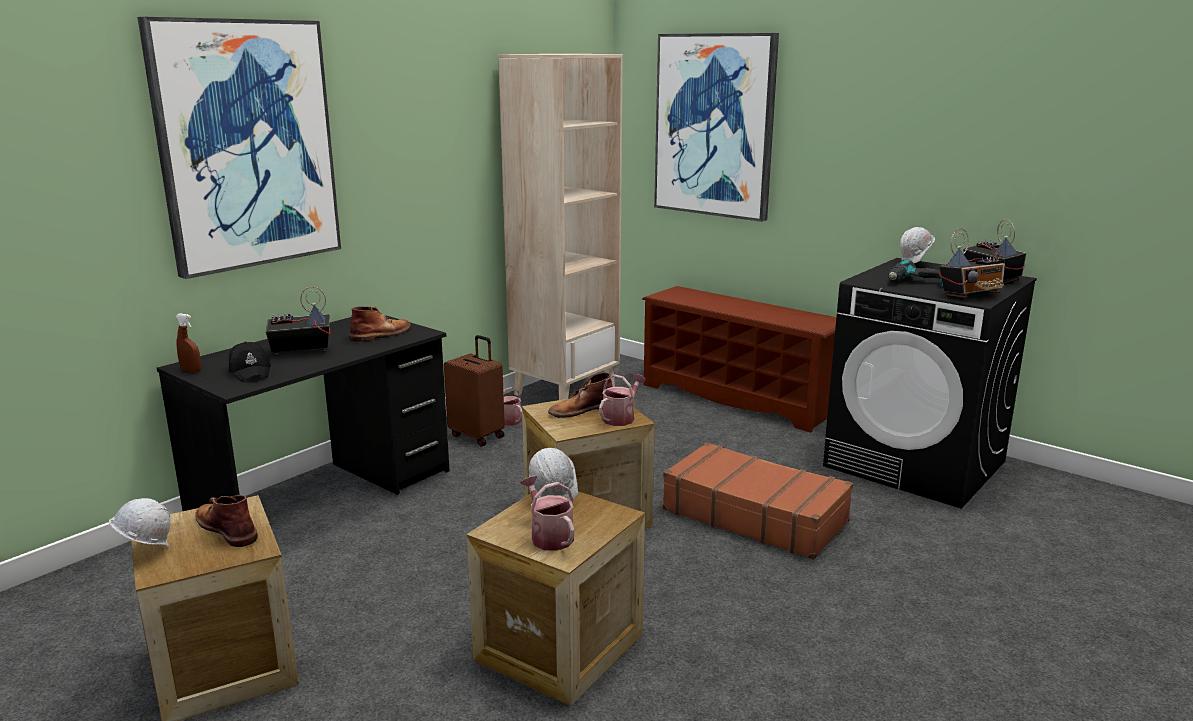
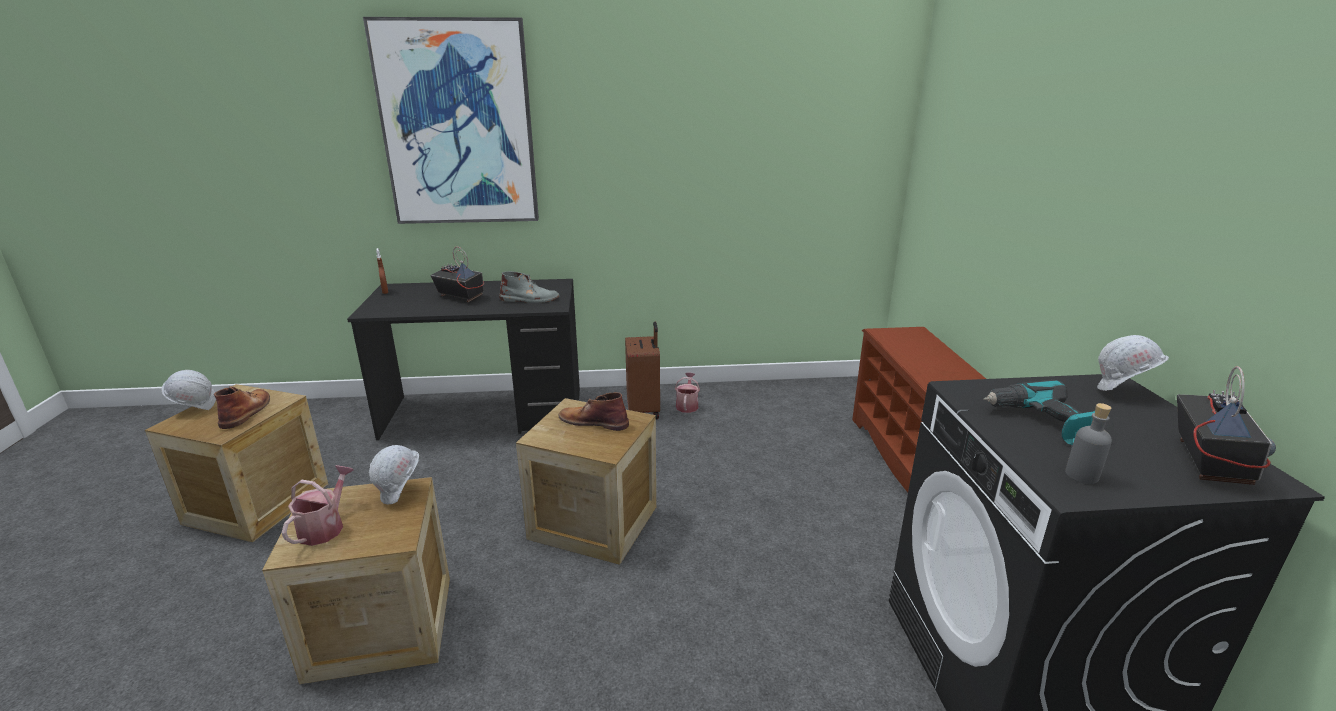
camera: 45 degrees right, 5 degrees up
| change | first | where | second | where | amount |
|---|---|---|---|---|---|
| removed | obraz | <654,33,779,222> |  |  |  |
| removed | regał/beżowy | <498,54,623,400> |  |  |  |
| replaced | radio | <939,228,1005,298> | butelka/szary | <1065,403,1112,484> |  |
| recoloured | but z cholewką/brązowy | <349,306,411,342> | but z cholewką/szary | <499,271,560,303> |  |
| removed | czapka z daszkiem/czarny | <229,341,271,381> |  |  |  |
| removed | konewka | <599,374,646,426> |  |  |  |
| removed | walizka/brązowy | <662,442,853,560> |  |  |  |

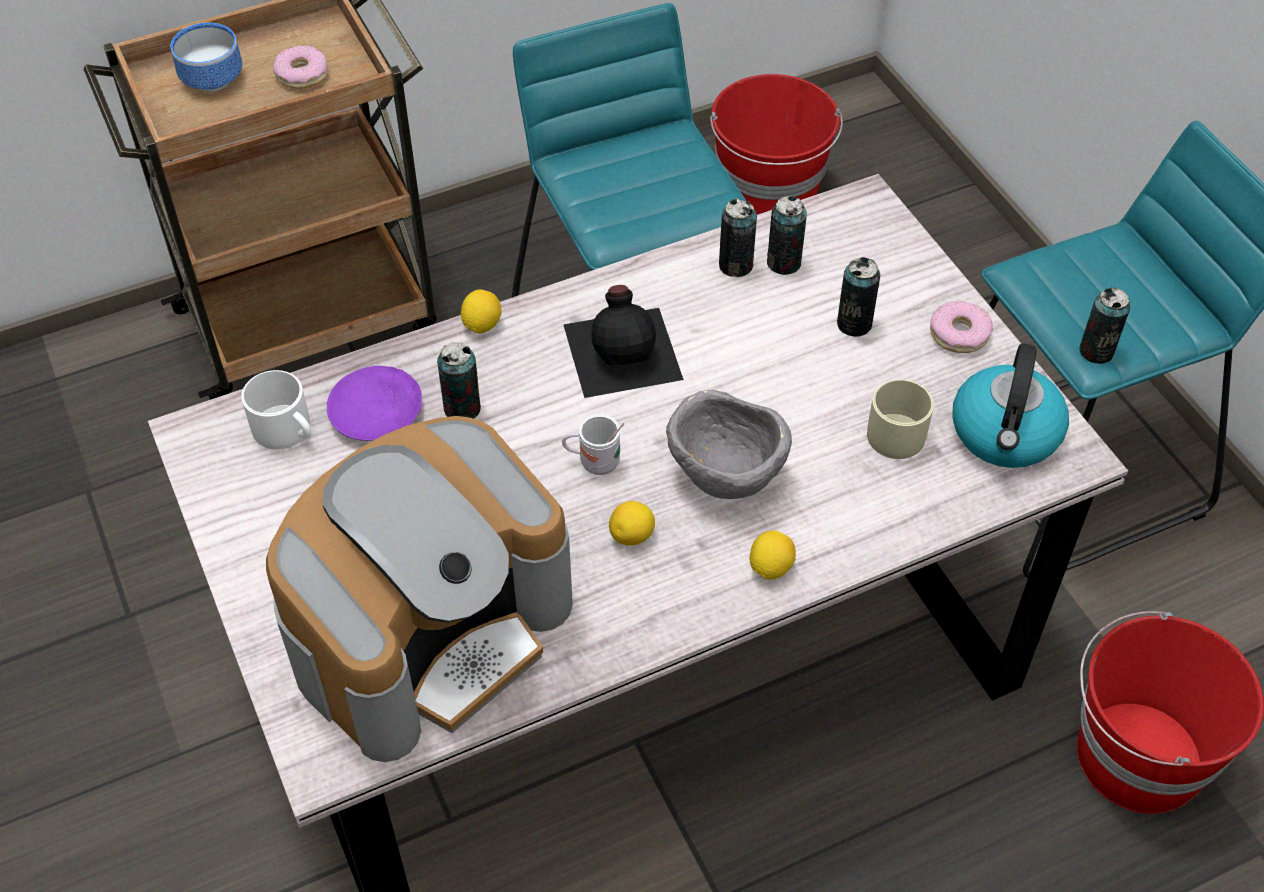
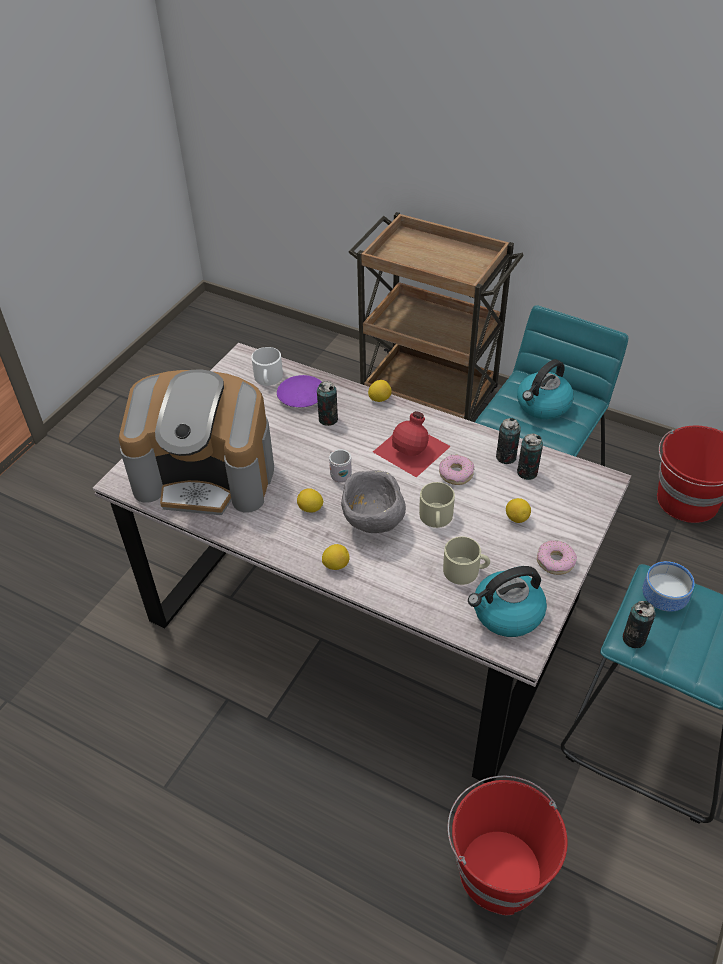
camera: 55 degrees right, 5 degrees down
| change | first | where | second | where | amount |
|---|---|---|---|---|---|
| moved | miska | <171,23,242,92> |  | <642,561,694,612> |  |
| moved | donut | <273,45,328,89> |  | <439,455,474,485> |  |
| replaced | puszka | <837,257,881,337> | cytryna | <506,498,531,523> |  |
| recoloured | butelka/czarny | <563,285,684,398> | butelka/czerwony | <373,411,451,478> |  |
| added |  |  | czajnik | <517,359,574,419> |  |
| added |  |  | kubek/beżowy | <419,482,455,528> |  |

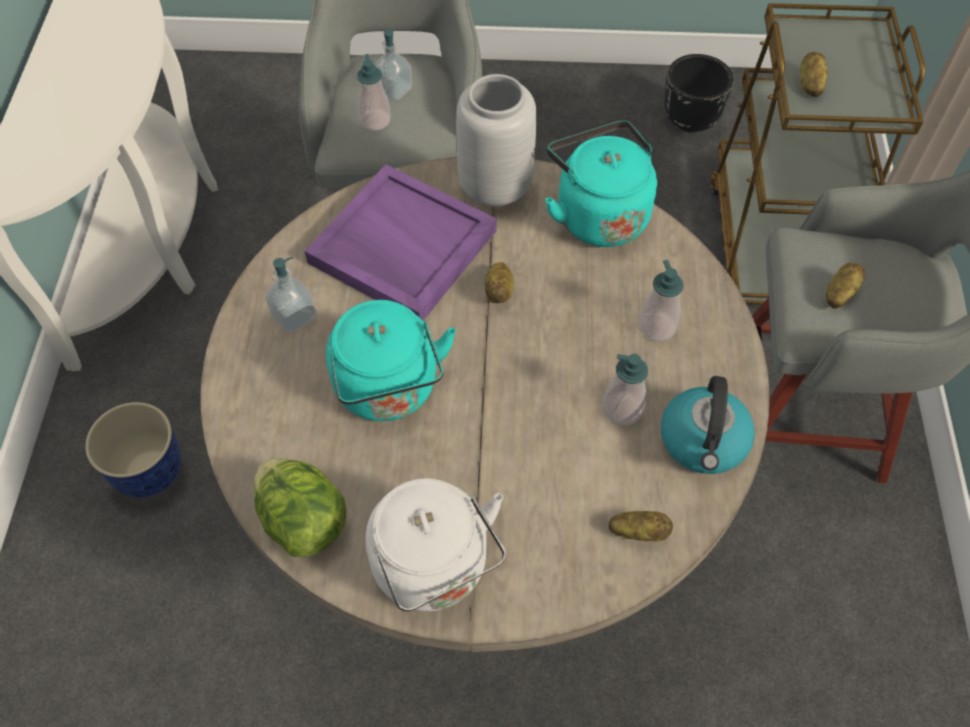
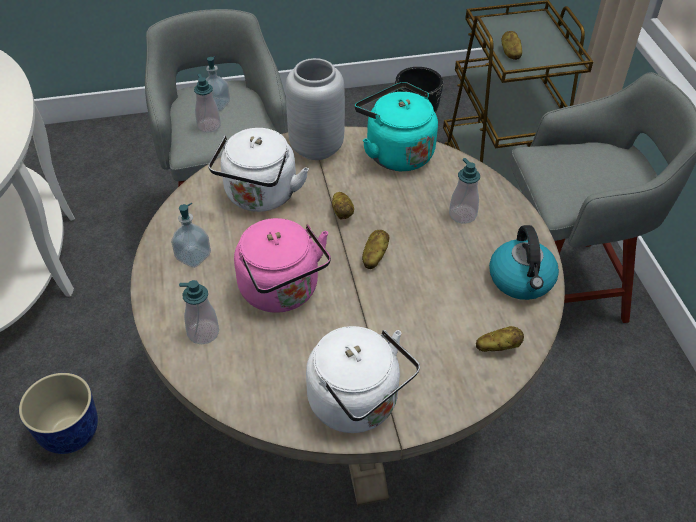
camera: 15 degrees left, 10 degrees down
| change | first | where | second | where | amount |
|---|---|---|---|---|---|
| replaced | taca/fioletowy | <305,164,497,321> | czajnik/biały | <208,128,309,212> |  |
| moved | ziemniak | <826,262,866,308> |  | <362,230,389,269> |  |
| recoloured | czajnik/turkusowy | <326,300,456,421> | czajnik/różowy | <234,218,331,313> |  |
| moved | dozownik mydła | <603,354,648,425> |  | <179,280,219,344> |  |
| removed | sałata | <254,457,346,557> |  |  |  |

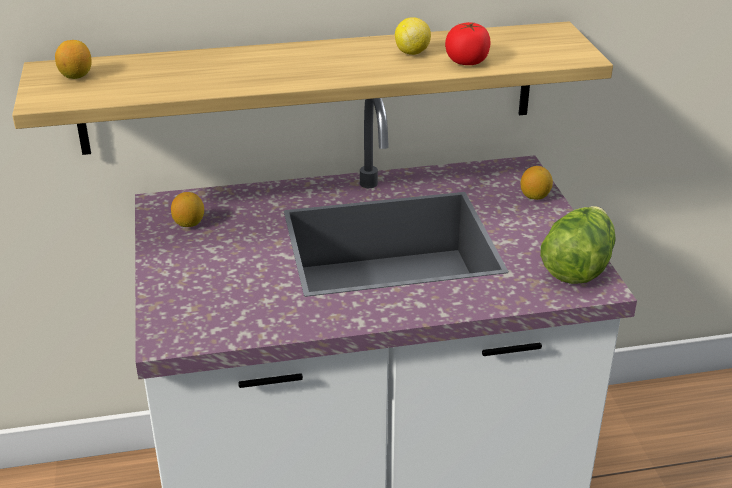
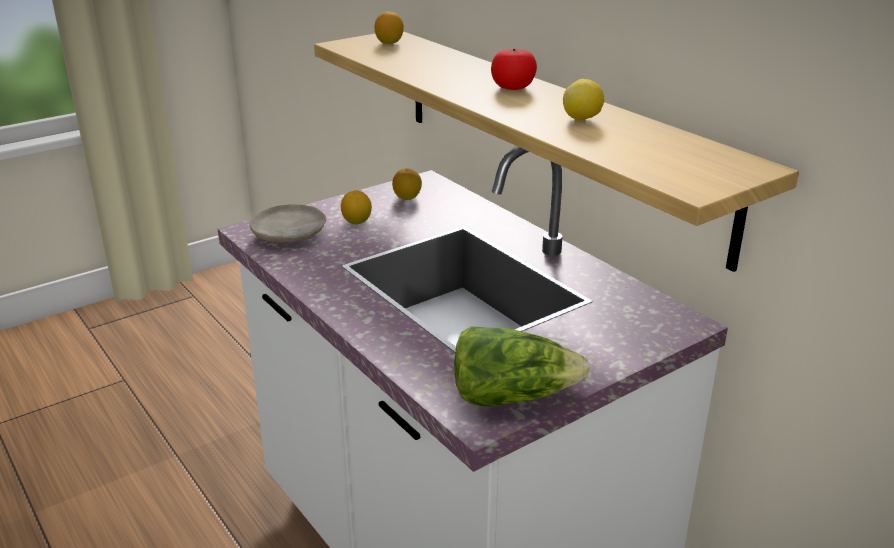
camera: 65 degrees right, 5 degrees down
| change | first | where | second | where | amount |
|---|---|---|---|---|---|
| moved | pomidor | <445,22,491,65> |  | <491,48,537,90> |  |
| moved | cytryna | <521,166,553,200> |  | <341,190,372,224> |  |
| added |  |  | talerz/beżowy | <250,204,326,243> |  |

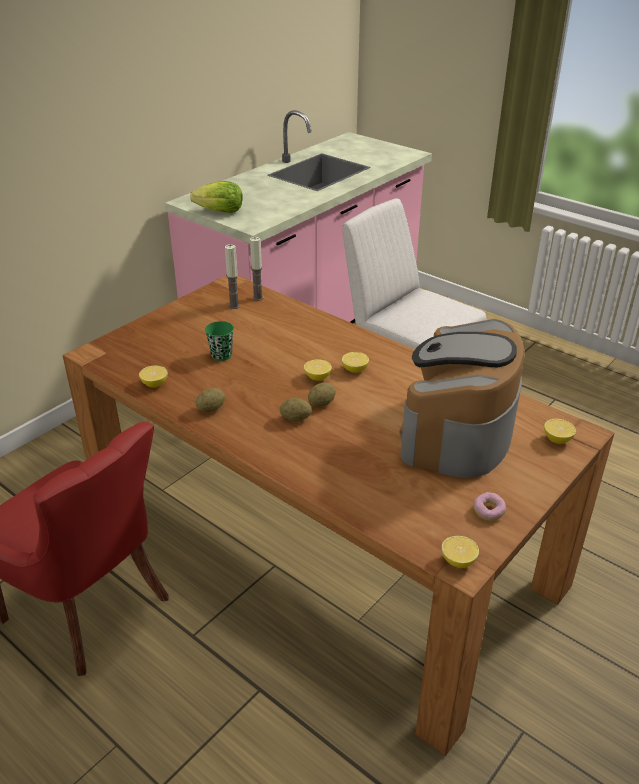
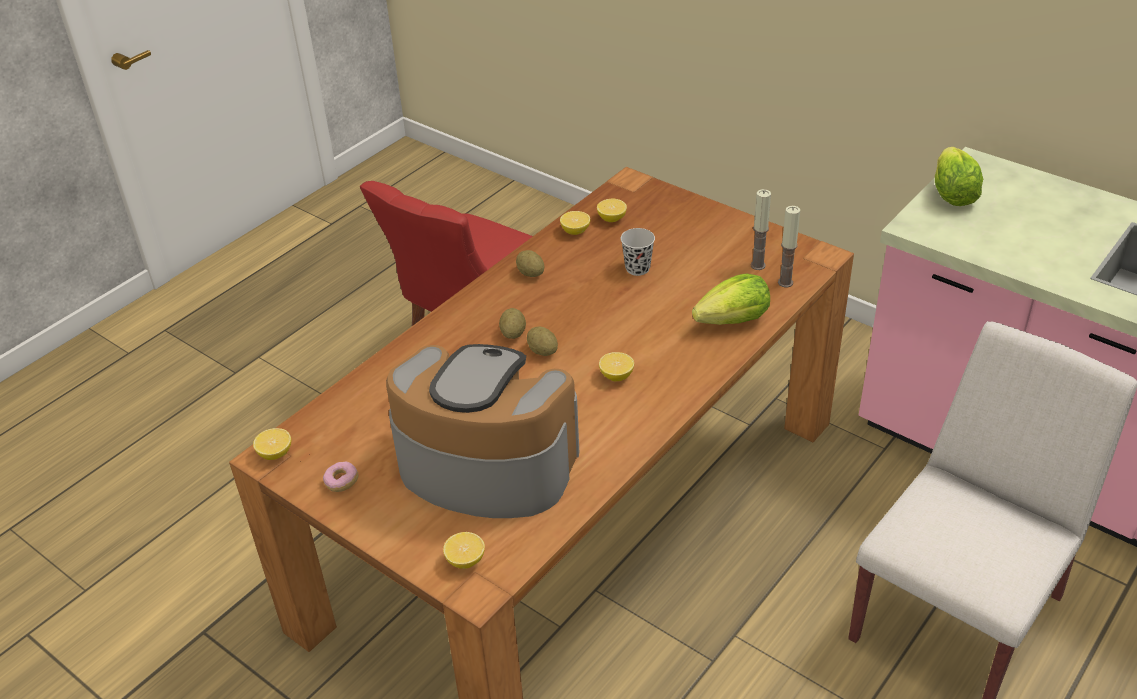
camera: 90 degrees right, 5 degrees up
| change | first | where | second | where | amount |
|---|---|---|---|---|---|
| recoloured | filiżanka/zielony | <205,321,234,361> | filiżanka/czarny | <621,228,655,276> |  |
| moved | cytryna | <304,359,332,381> |  | <597,199,627,222> |  |
| added |  |  | sałata | <692,274,770,325> |  |

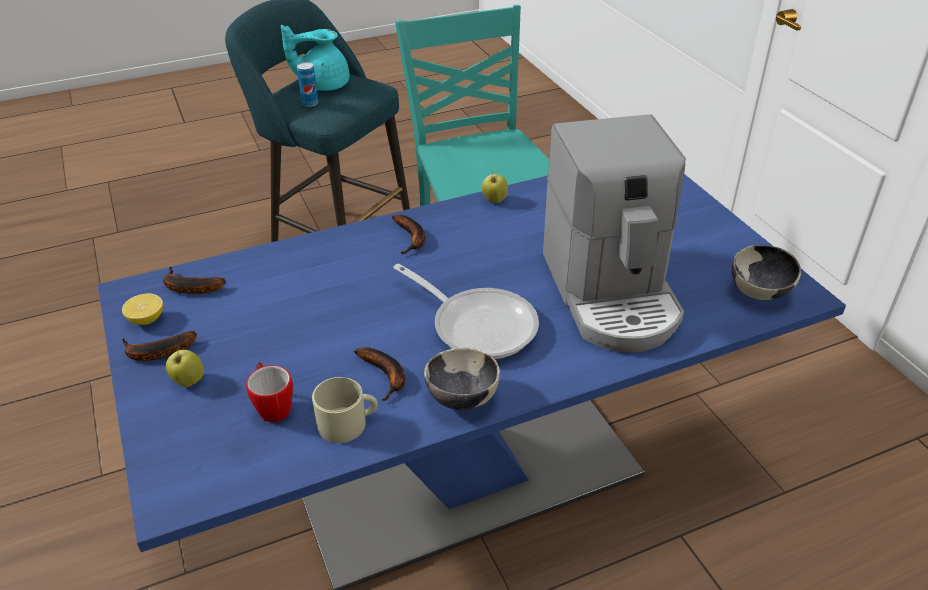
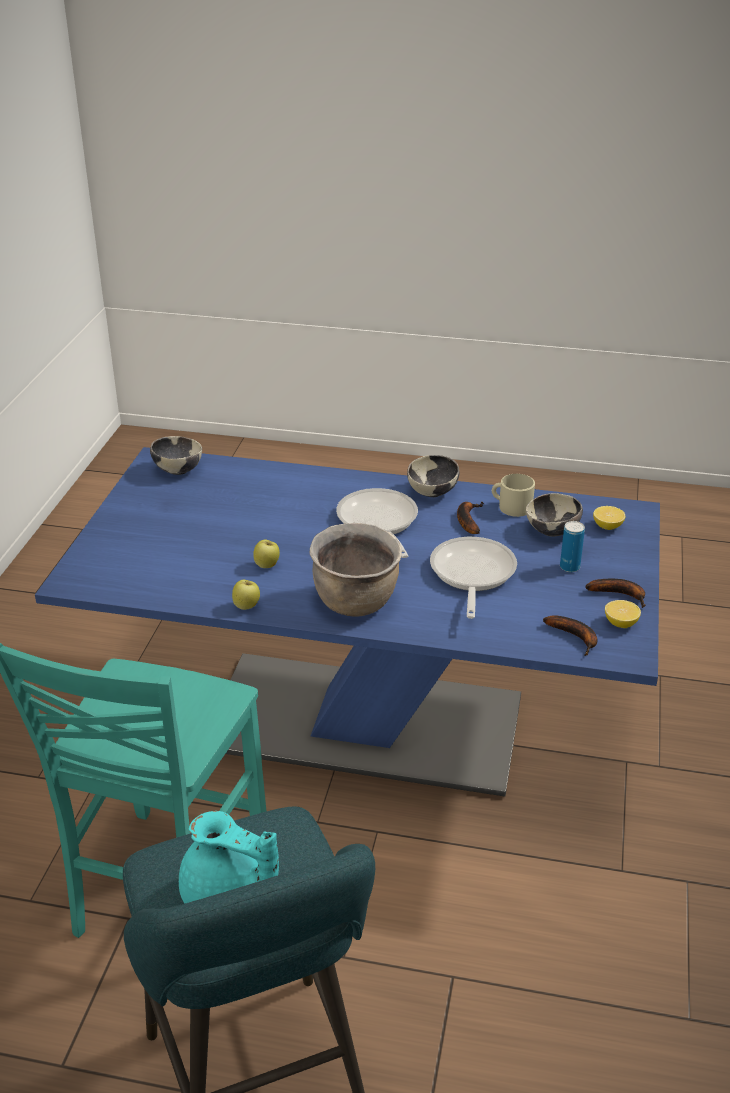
camera: 145 degrees left, 5 degrees down
| change | first | where | second | where | amount |
|---|---|---|---|---|---|
| moved | puszka | <297,62,318,107> |  | <560,521,585,572> |  |
| removed | ekspres do kawy | <543,114,686,353> |  |  |  |
| replaced | banan | <392,215,425,254> | garnek/brązowy | <310,523,402,617> |  |
| moved | jabłko | <166,348,204,387> |  | <253,539,280,568> |  |
| replaced | kubek | <246,362,293,422> | miska | <526,493,583,536> |  |
| added |  |  | cytryna | <593,506,625,530> |  |
| added |  |  | patelnia | <430,537,517,619> |  |

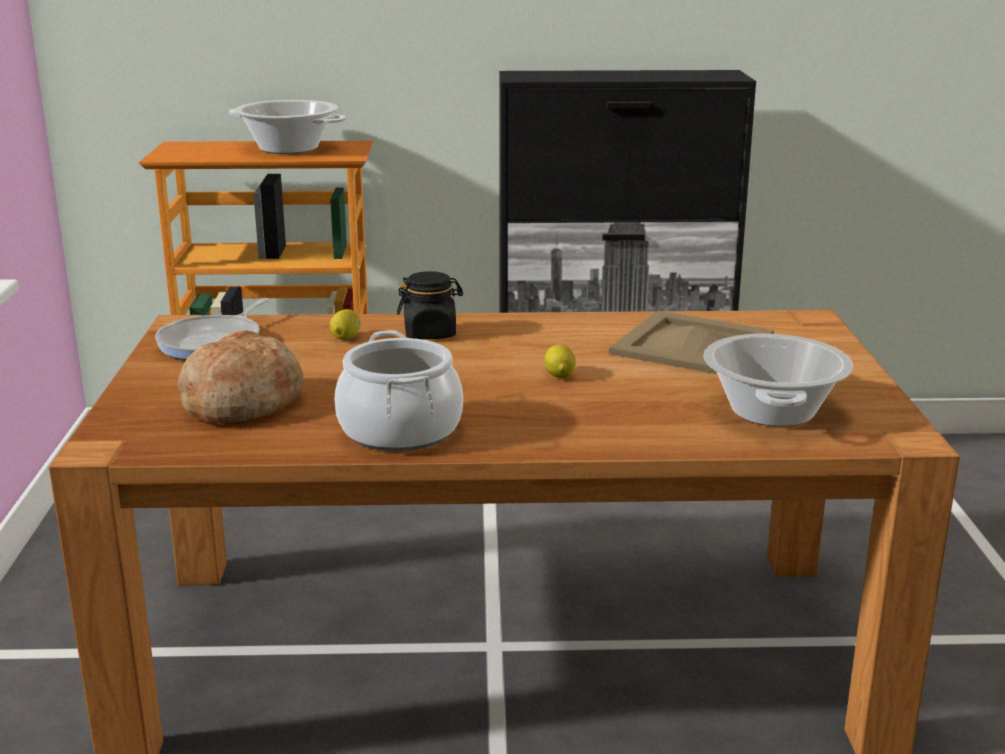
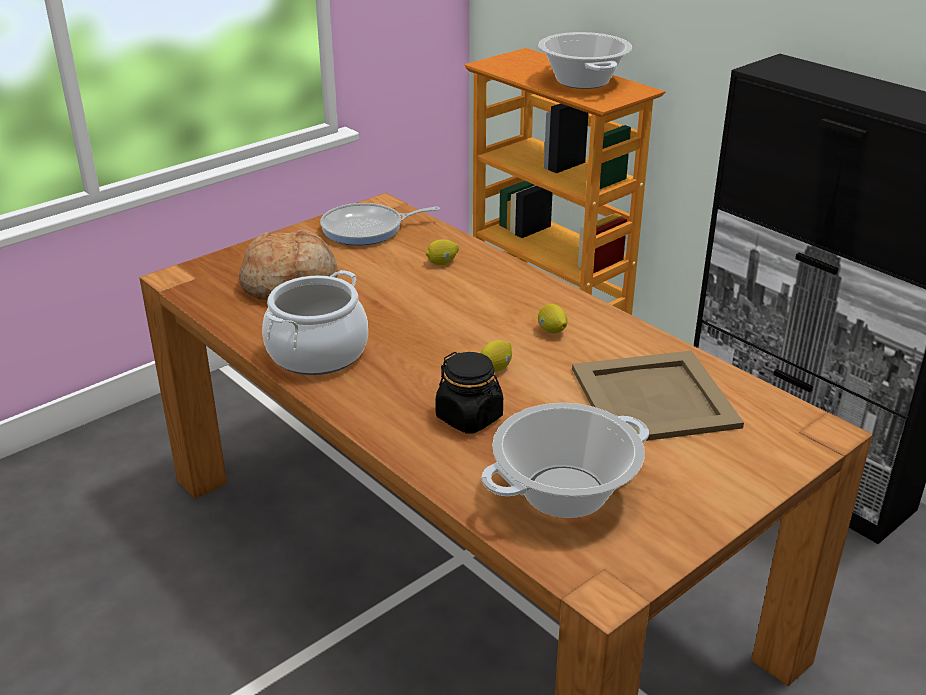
camera: 50 degrees right, 10 degrees up
| change | first | where | second | where | amount |
|---|---|---|---|---|---|
| moved | słoik/czarny | <397,271,463,339> |  | <435,352,503,434> |  |
| added |  |  | cytryna | <538,304,567,333> |  |

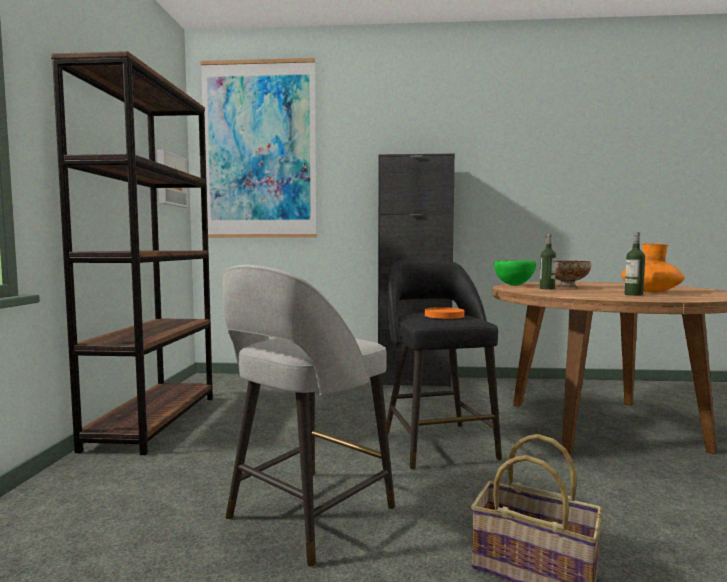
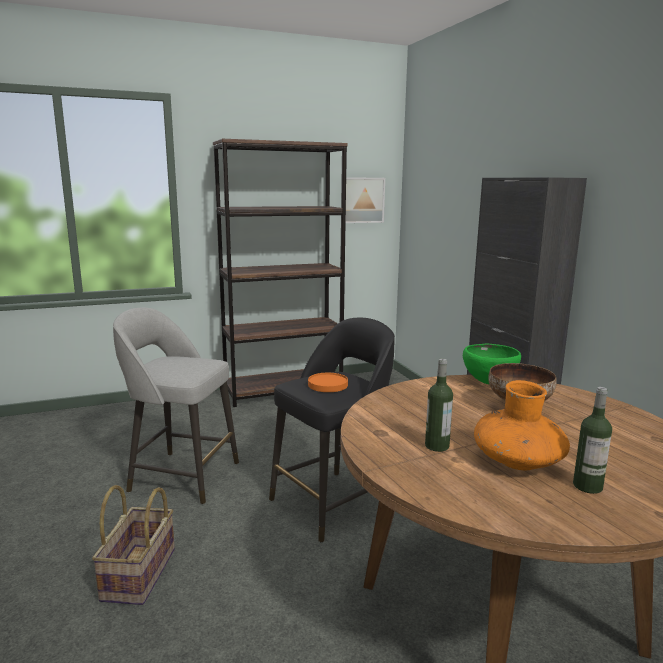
camera: 65 degrees right, 10 degrees up
| change | first | where | second | where | amount |
|---|---|---|---|---|---|
| removed | obraz | <200,58,317,238> |  |  |  |
| moved | butelka | <540,234,556,289> |  | <573,387,612,494> |  |

